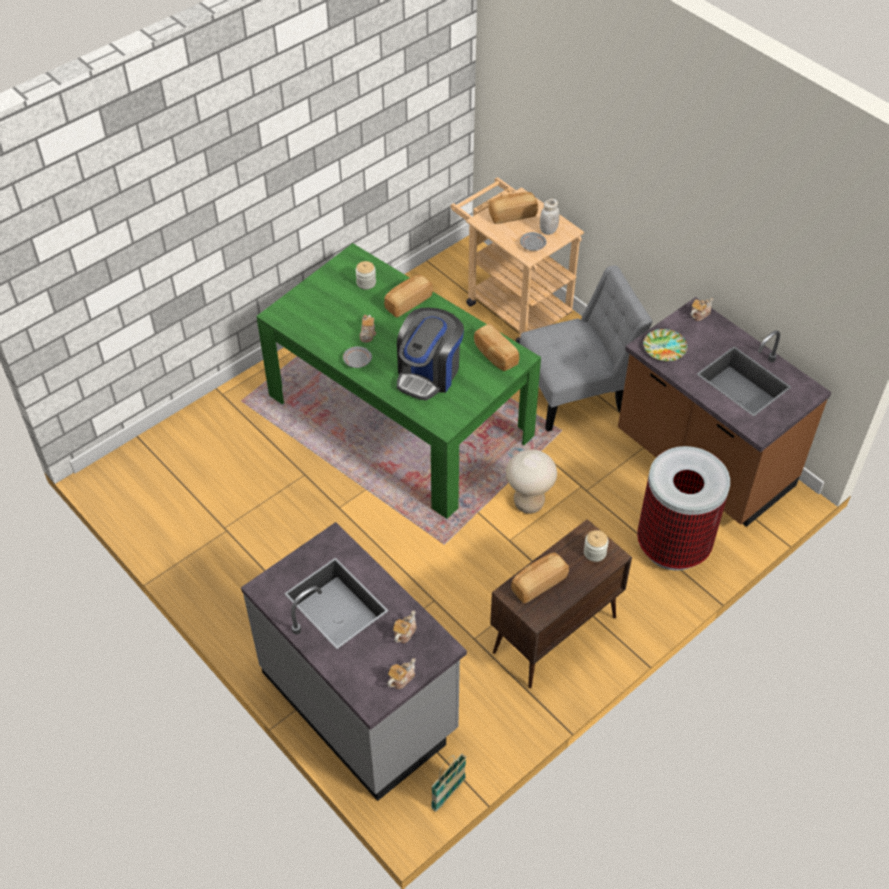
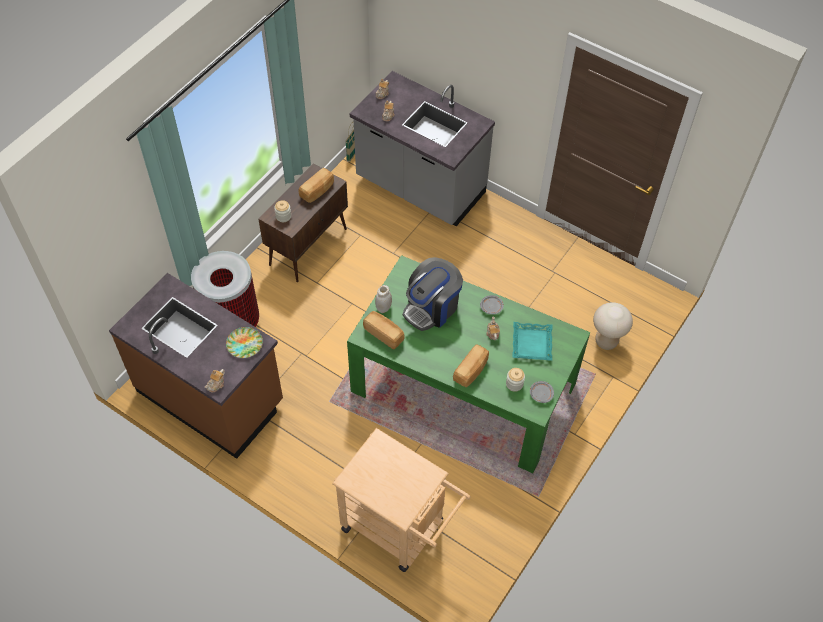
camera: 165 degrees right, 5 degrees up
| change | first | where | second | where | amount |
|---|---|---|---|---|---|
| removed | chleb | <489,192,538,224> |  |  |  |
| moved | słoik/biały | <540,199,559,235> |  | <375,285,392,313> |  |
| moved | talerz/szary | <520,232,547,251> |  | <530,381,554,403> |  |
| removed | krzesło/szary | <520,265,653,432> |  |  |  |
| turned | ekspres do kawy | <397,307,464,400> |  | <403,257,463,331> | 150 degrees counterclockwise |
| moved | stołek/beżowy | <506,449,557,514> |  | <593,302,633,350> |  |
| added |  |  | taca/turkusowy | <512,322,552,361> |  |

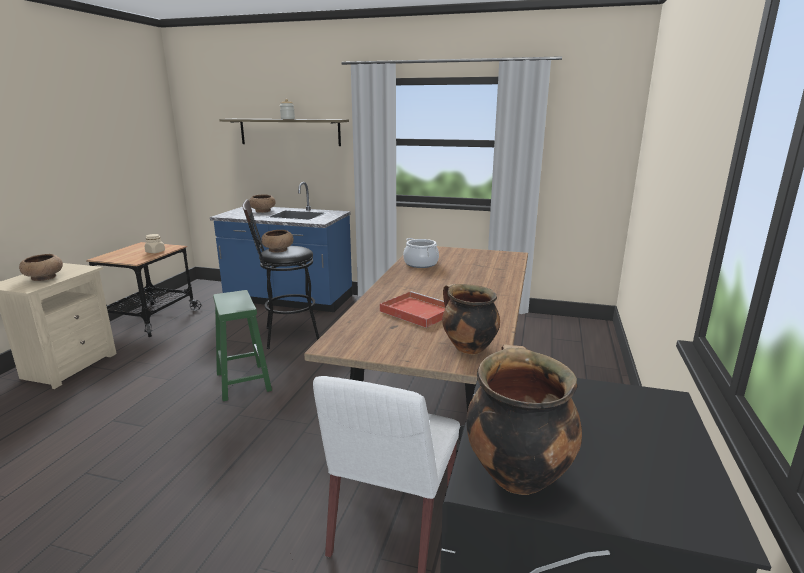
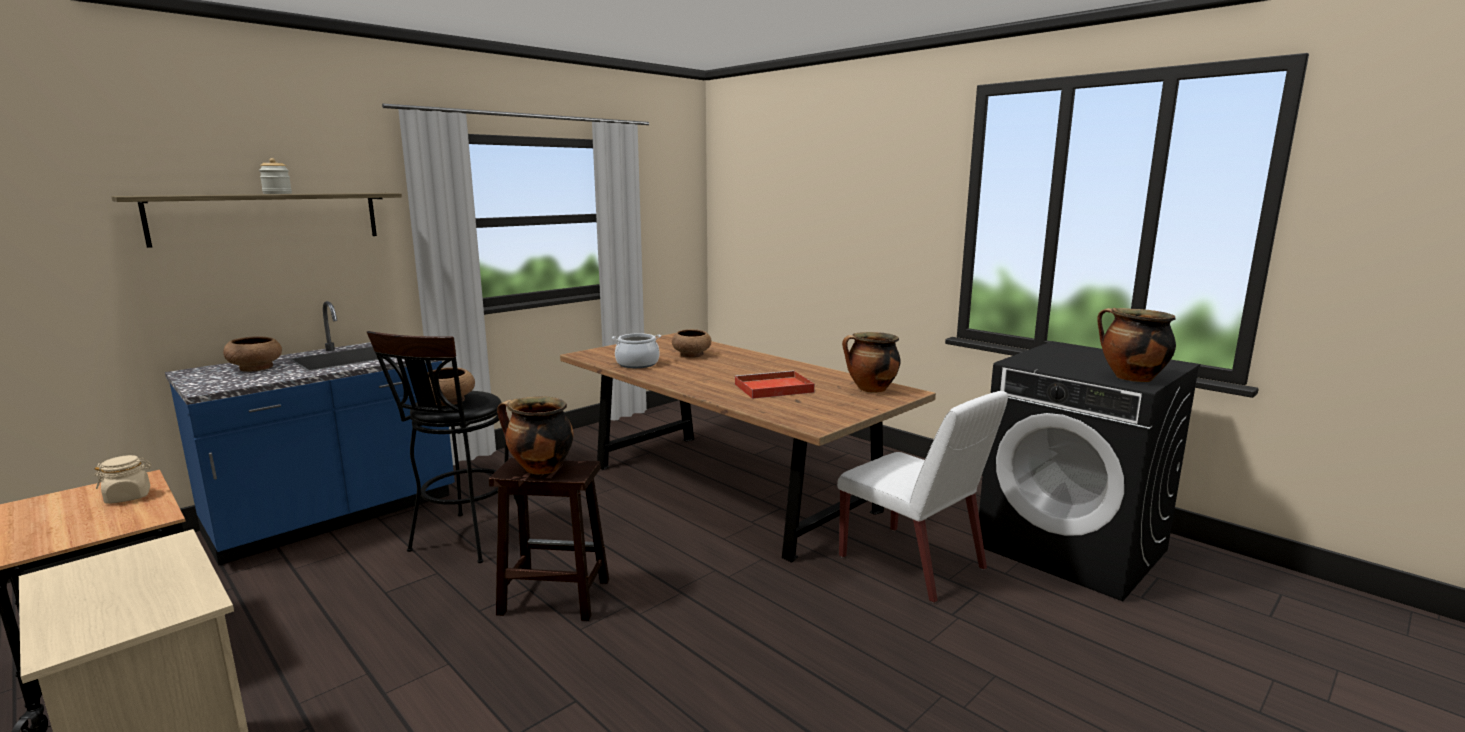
camera: 60 degrees left, 5 degrees down
| change | first | where | second | where | amount |
|---|---|---|---|---|---|
| moved | miska/brązowy | <19,254,63,281> |  | <672,329,711,358> |  |
| recoloured | stołek/zielony | <213,290,272,401> | stołek/brązowy | <489,458,609,621> |  |
| added |  |  | garnek | <497,397,574,474> |  |

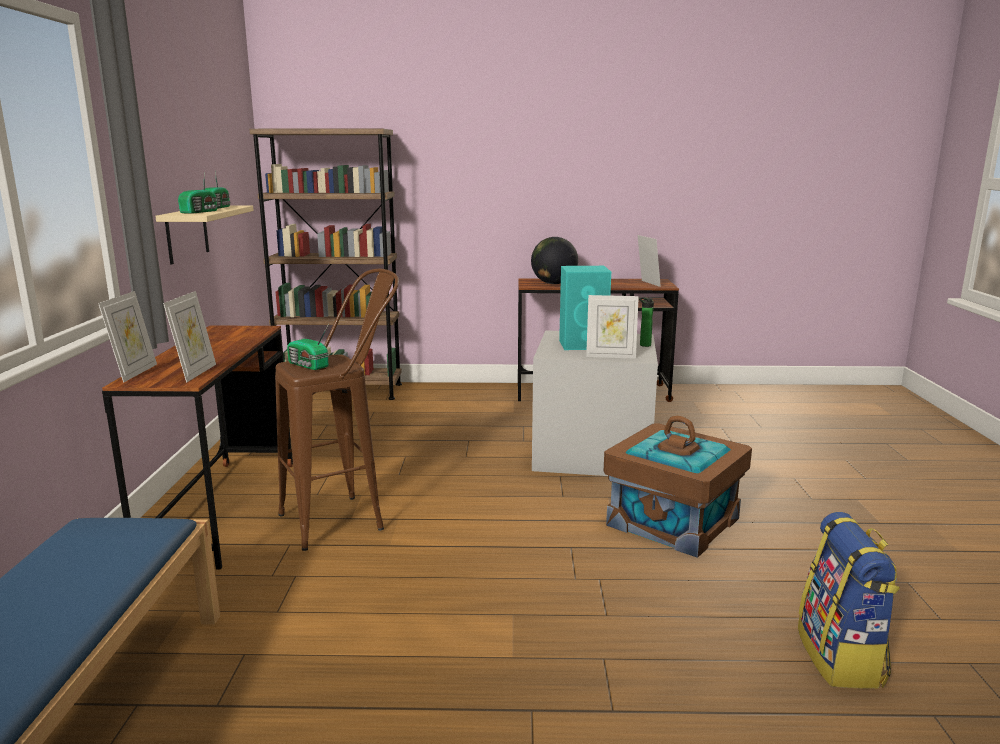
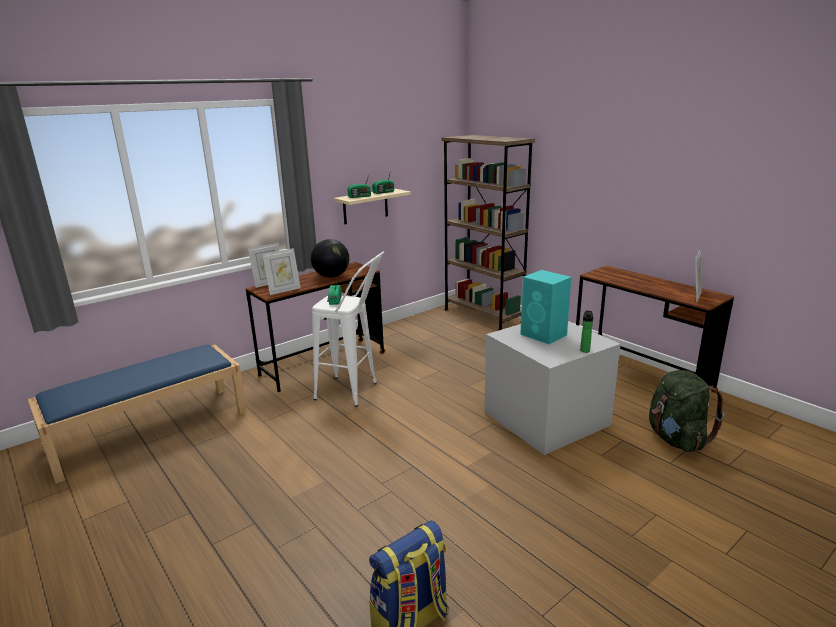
camera: 50 degrees right, 5 degrees up
| change | first | where | second | where | amount |
|---|---|---|---|---|---|
| moved | globus | <531,237,578,284> |  | <311,239,349,278> |  |
| recoloured | stołek/brązowy | <275,269,399,551> | stołek/biały | <312,251,384,407> |  |
| removed | ramka na zdjęcie | <586,295,639,359> |  |  |  |
| removed | pojemnik do przechowywania/brązowy | <603,416,752,558> |  |  |  |
| added |  |  | plecak/zielony | <649,370,724,452> |  |

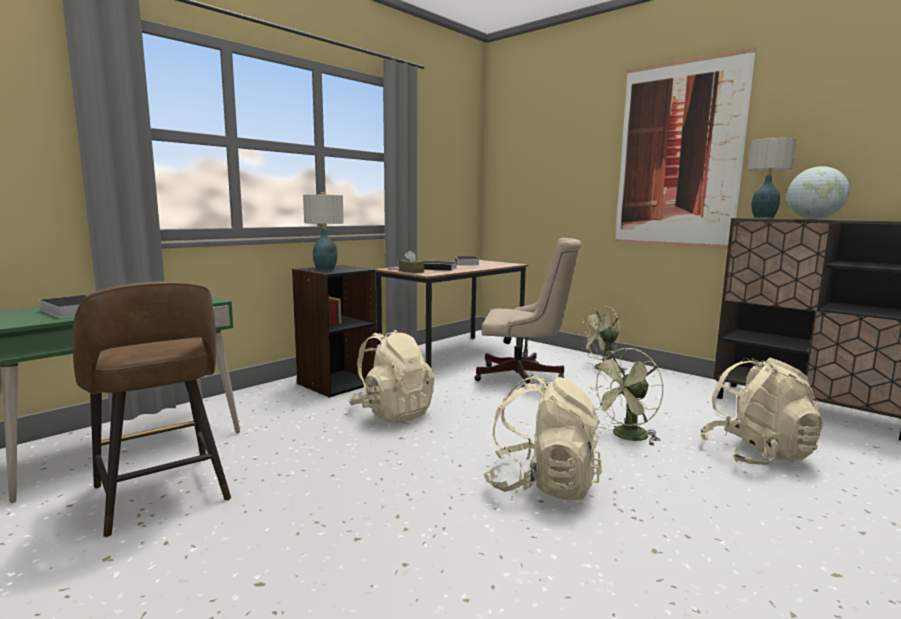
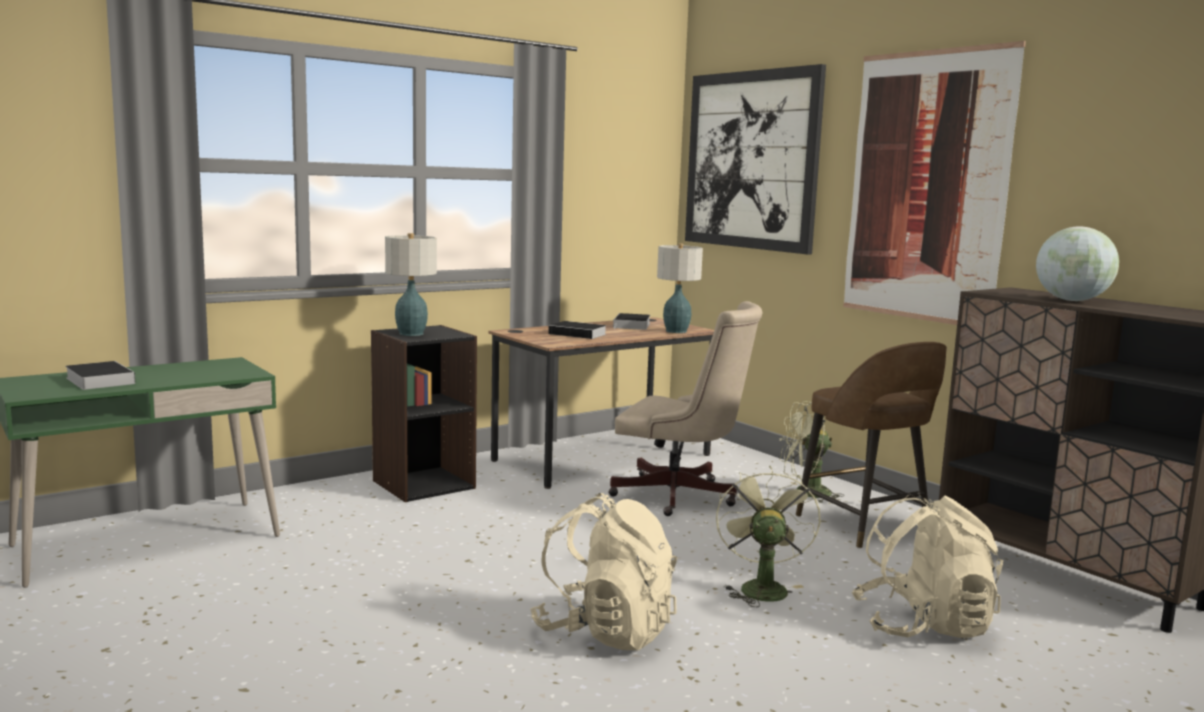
camera: 10 degrees right, 0 degrees up
| change | first | where | second | where | amount |
|---|---|---|---|---|---|
| moved | lampa stołowa | <748,137,796,218> |  | <657,243,703,333> |  |
| removed | pudełko chusteczek/brązowy | <399,250,424,274> |  |  |  |
| moved | stołek/brązowy | <72,281,231,537> |  | <796,342,947,548> |  |
| removed | plecak/beżowy | <349,330,435,423> |  |  |  |
| turned | wentylator/zielony | <589,348,664,446> |  | <716,465,821,607> | 120 degrees clockwise |
| added |  |  | obraz | <685,64,826,255> |  |

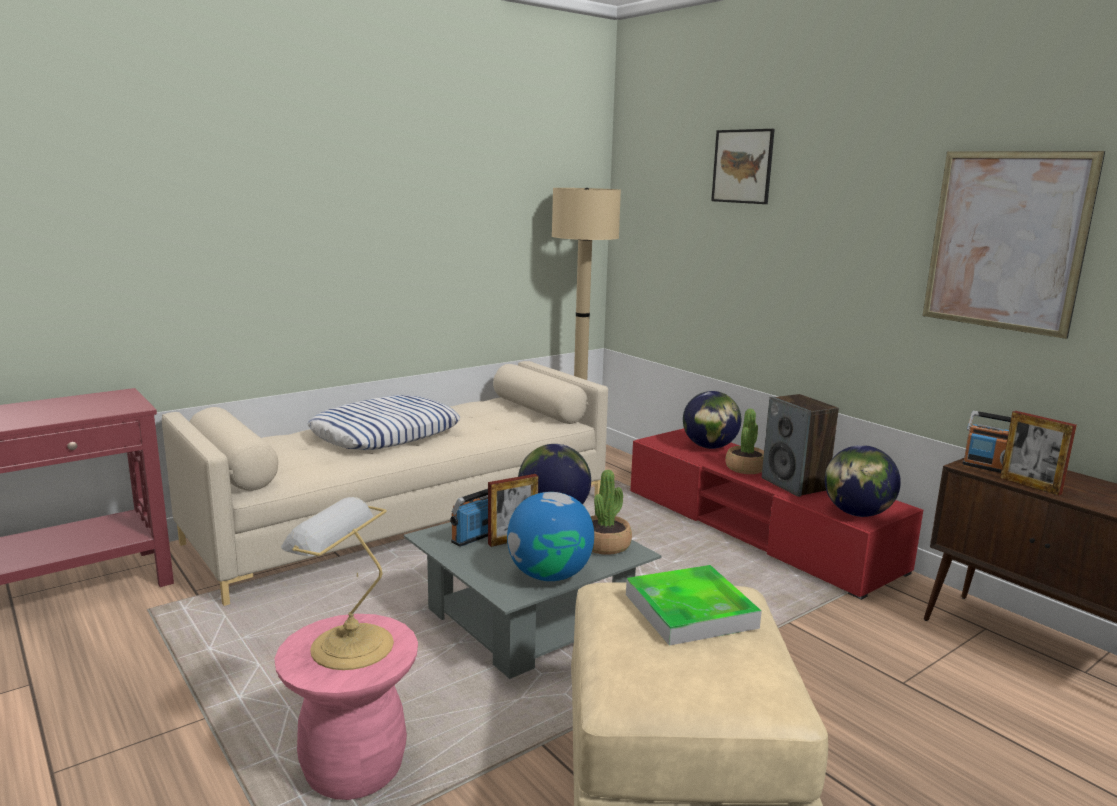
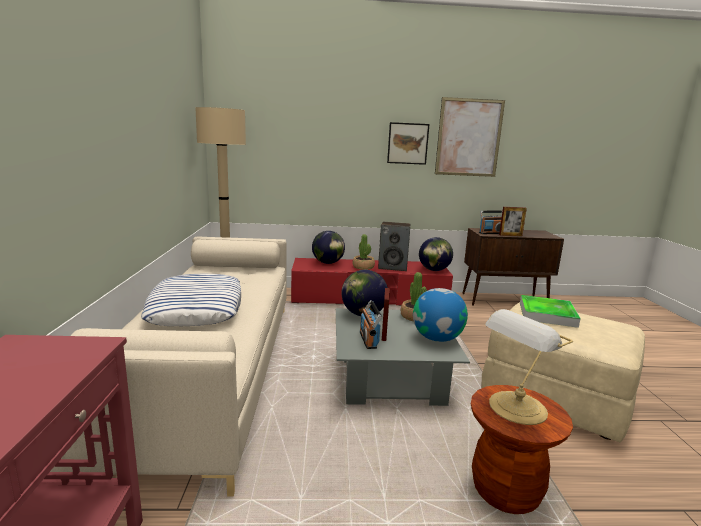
camera: 55 degrees left, 0 degrees up
| change | first | where | second | where | amount |
|---|---|---|---|---|---|
| moved | obraz | <711,129,775,204> |  | <387,122,430,165> |  |
| recoloured | stołek/różowy | <274,614,418,800> | stołek/brązowy | <471,385,573,514> |  |

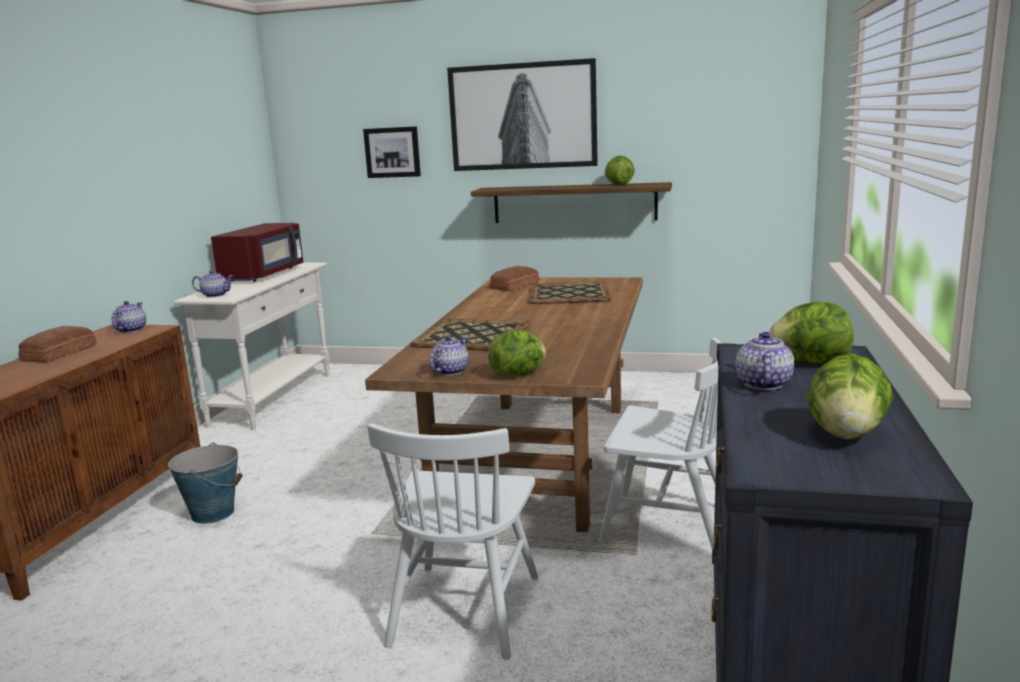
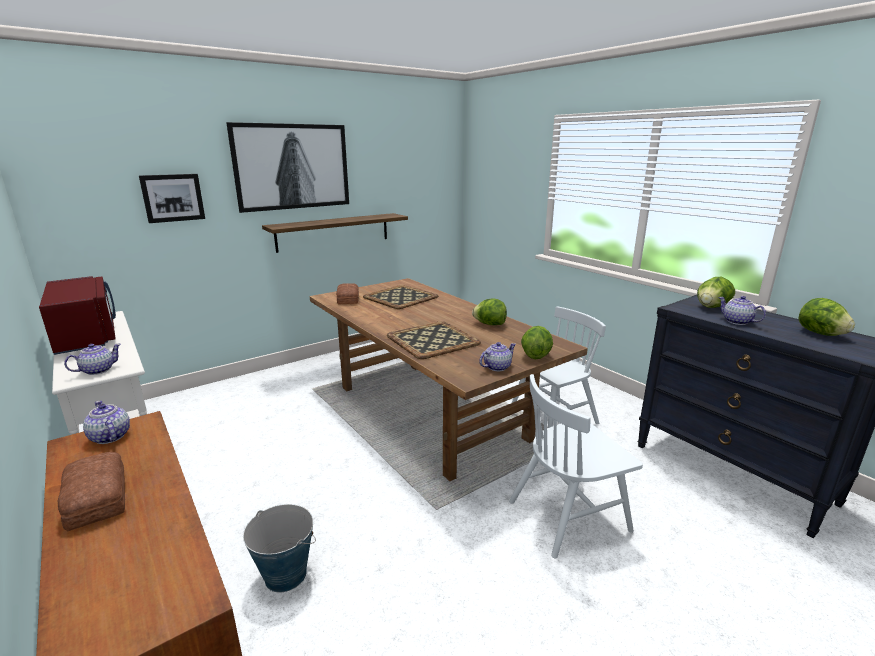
camera: 50 degrees left, 5 degrees up
| change | first | where | second | where | amount |
|---|---|---|---|---|---|
| moved | sałata | <605,155,634,185> |  | <472,299,507,325> |  |
| turned | imbryk | <430,336,469,376> |  | <479,342,516,371> | 75 degrees clockwise |
| turned | krzesło/biały | <368,423,539,660> |  | <509,374,643,558> | 105 degrees clockwise |

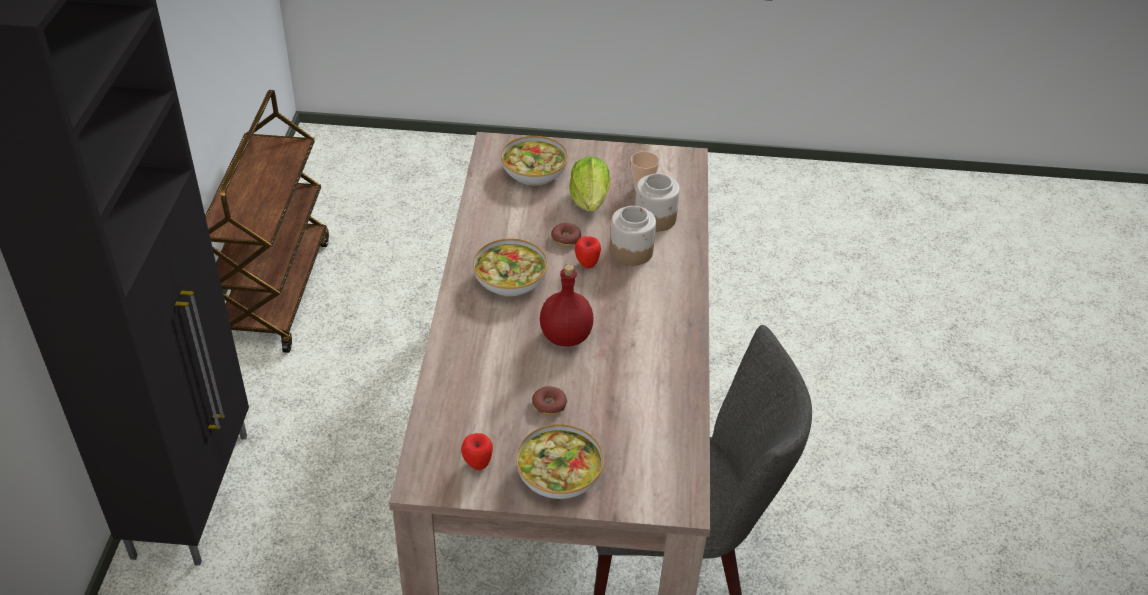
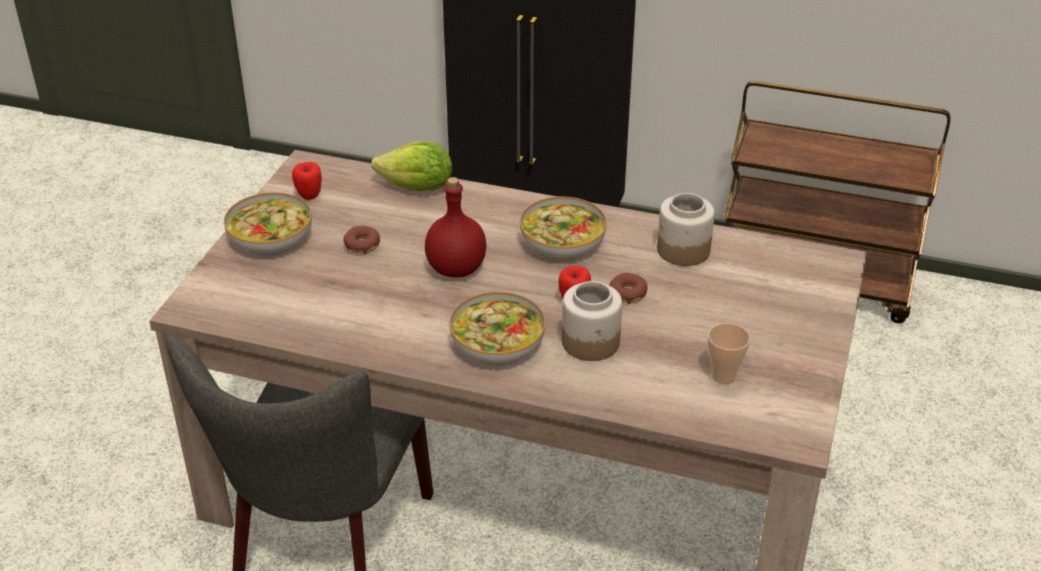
camera: 105 degrees right, 5 degrees down
| change | first | where | second | where | amount |
|---|---|---|---|---|---|
| moved | miska | <501,136,568,186> |  | <449,292,546,366> |  |
| moved | sałata | <569,156,610,212> |  | <371,141,452,191> |  |
| moved | słoik | <635,173,680,232> |  | <657,193,715,266> |  |

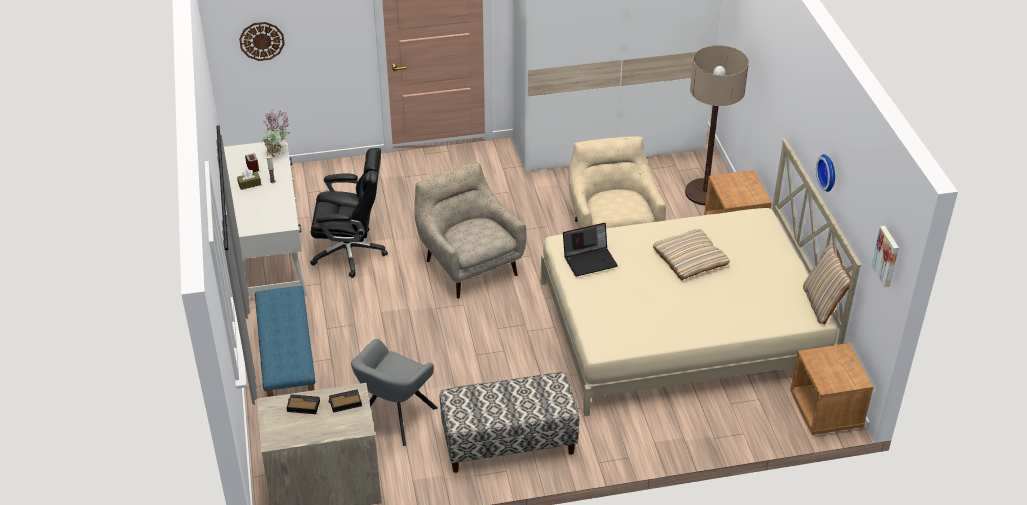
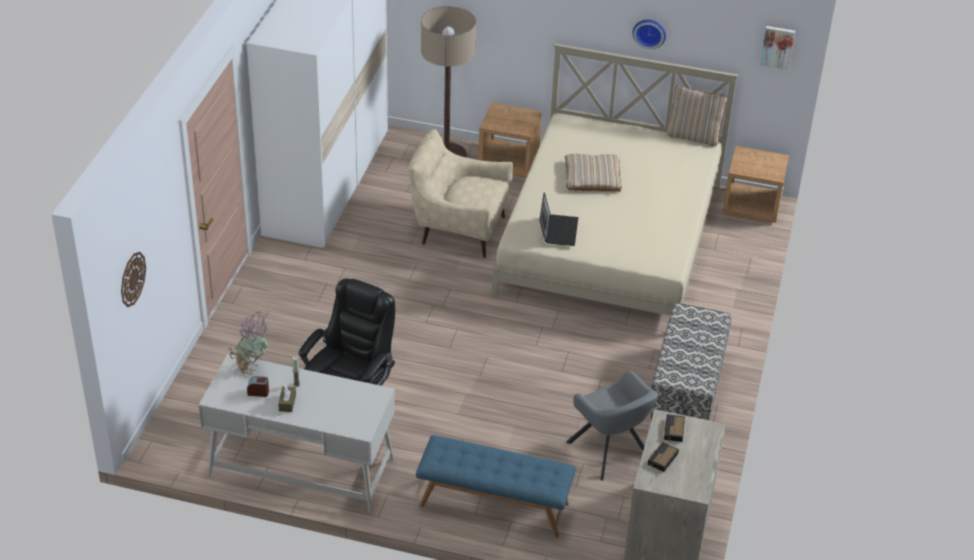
camera: 65 degrees left, 0 degrees up
| change | first | where | second | where | amount |
|---|---|---|---|---|---|
| removed | fotel/beżowy | <414,162,526,299> |  |  |  |

